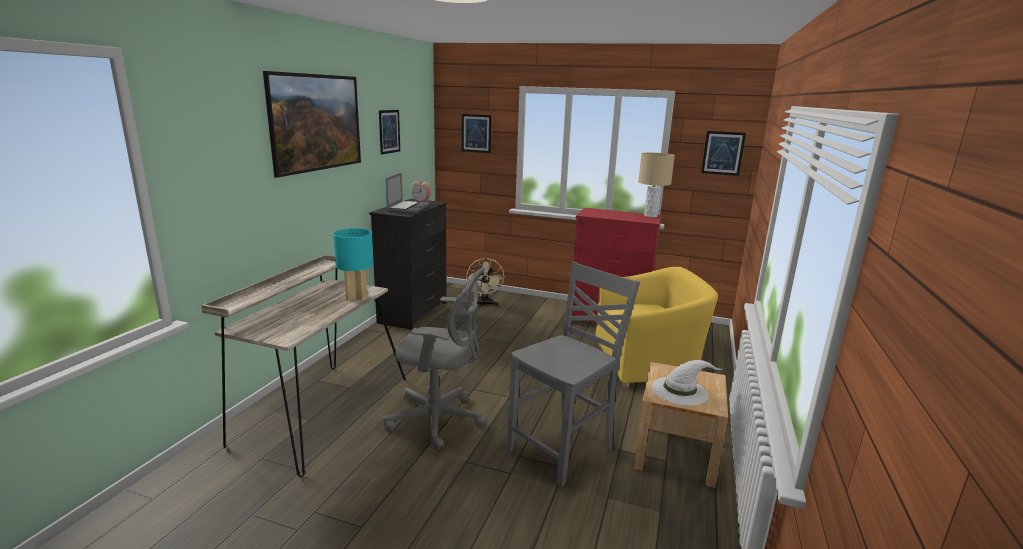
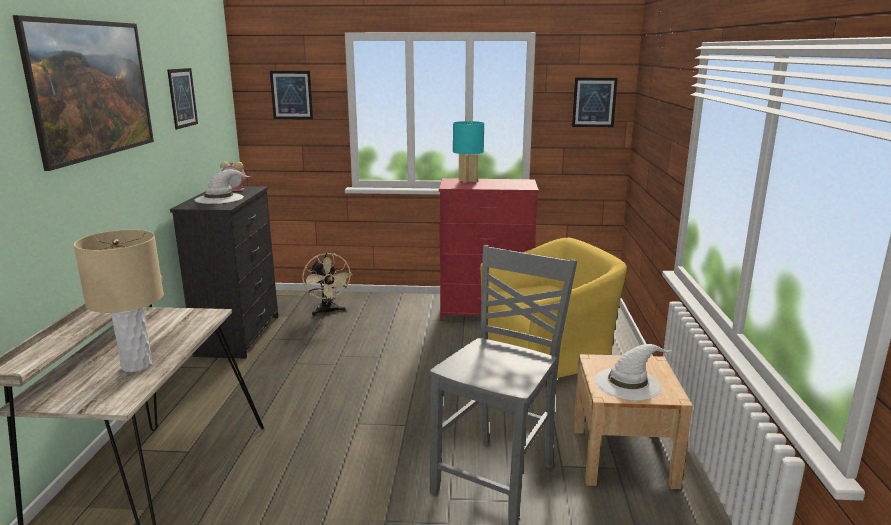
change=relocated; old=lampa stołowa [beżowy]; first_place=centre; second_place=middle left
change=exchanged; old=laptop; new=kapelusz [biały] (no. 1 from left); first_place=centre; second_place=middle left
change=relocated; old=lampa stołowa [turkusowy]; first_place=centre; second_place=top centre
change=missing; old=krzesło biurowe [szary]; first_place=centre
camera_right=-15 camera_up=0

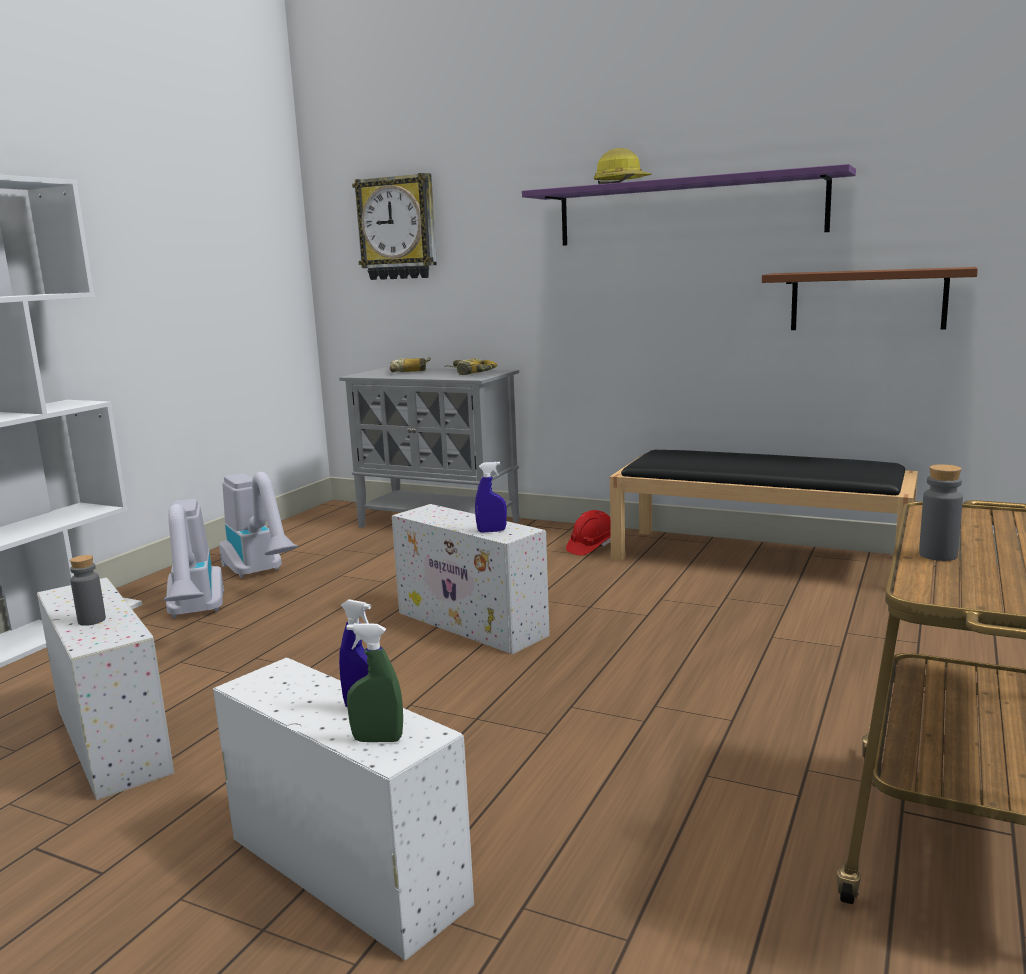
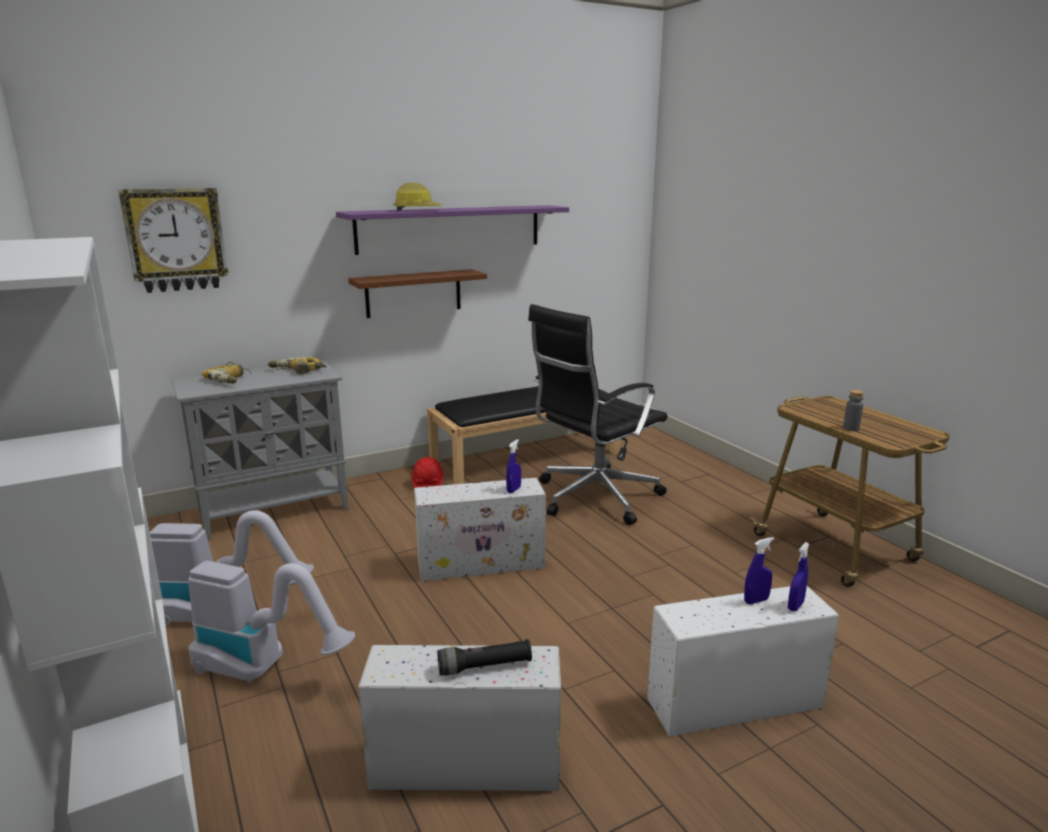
change=relocated; old=półka [brązowy]; first_place=top right; second_place=centre
change=exchanged; old=butelka [szary] (no. 1 from left); new=latarka [czarny]; first_place=middle left; second_place=bottom centre
change=colour; old=spryskiwacz [zielony]; new=spryskiwacz [niebieski] (no. 3 from left); first_place=bottom centre; second_place=bottom right
change=appeared; new=krzesło biurowe [czarny]; second_place=centre
camera_right=-55 camera_up=5

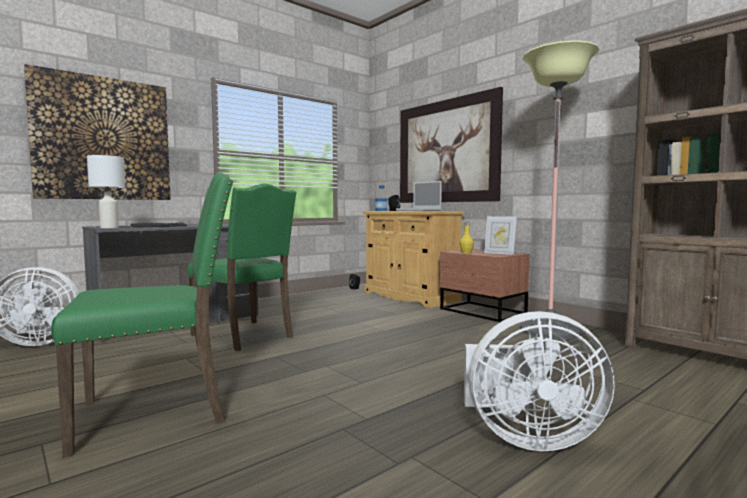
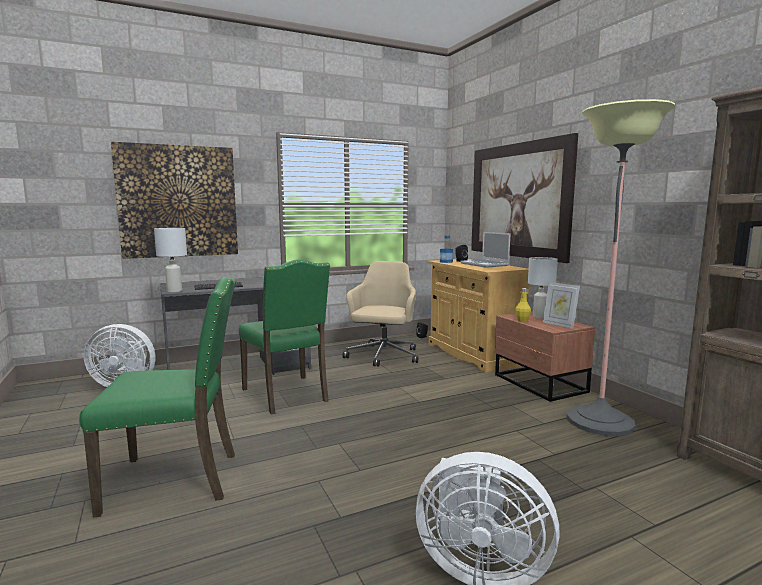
change=appeared; new=lampa stołowa [biały] (no. 2 from left); second_place=middle right
change=appeared; new=krzesło biurowe [beżowy]; second_place=centre
camera_right=15 camera_up=5

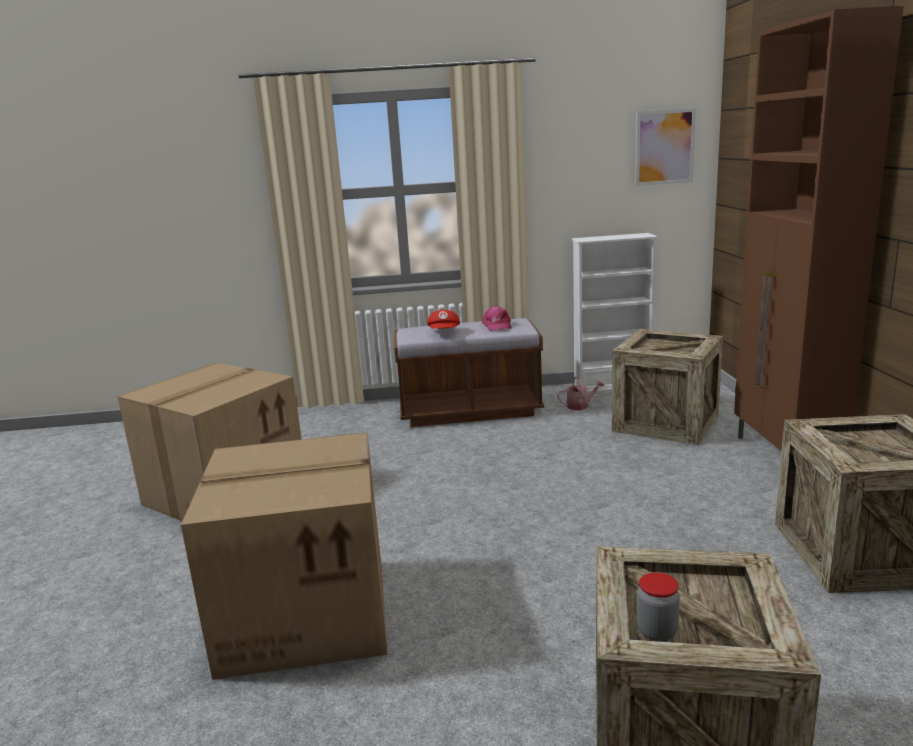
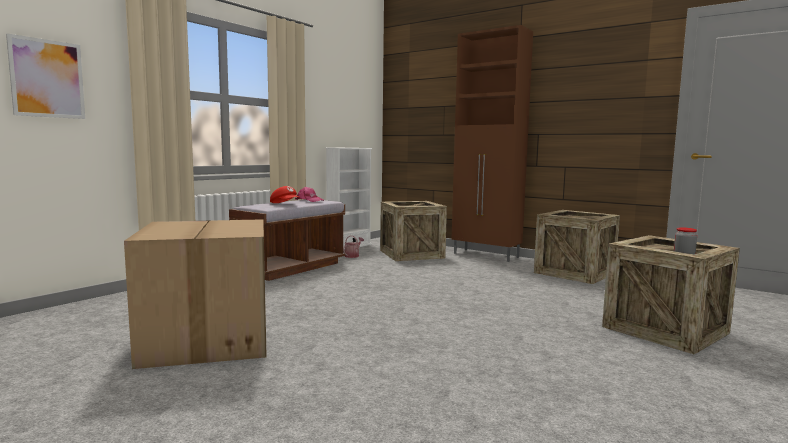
change=relocated; old=obraz; first_place=top right; second_place=top left
change=missing; old=karton (no. 2 from left); first_place=bottom left
camera_right=-50 camera_up=-10

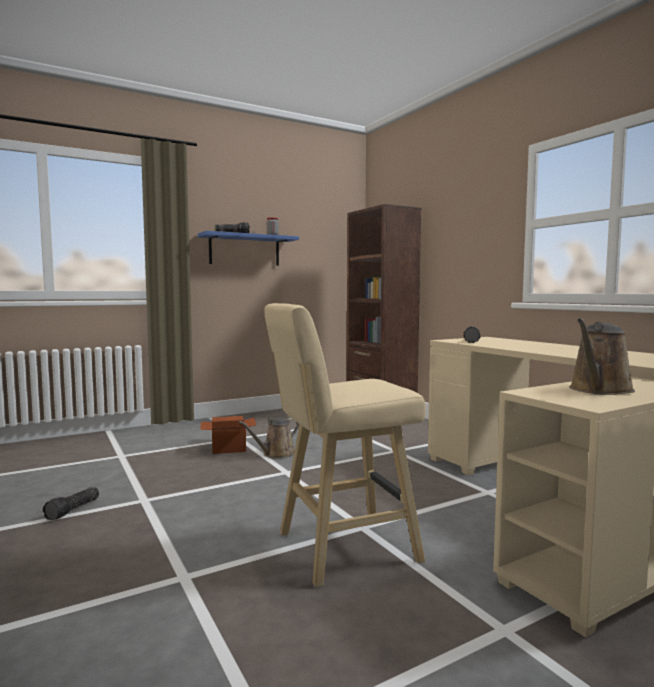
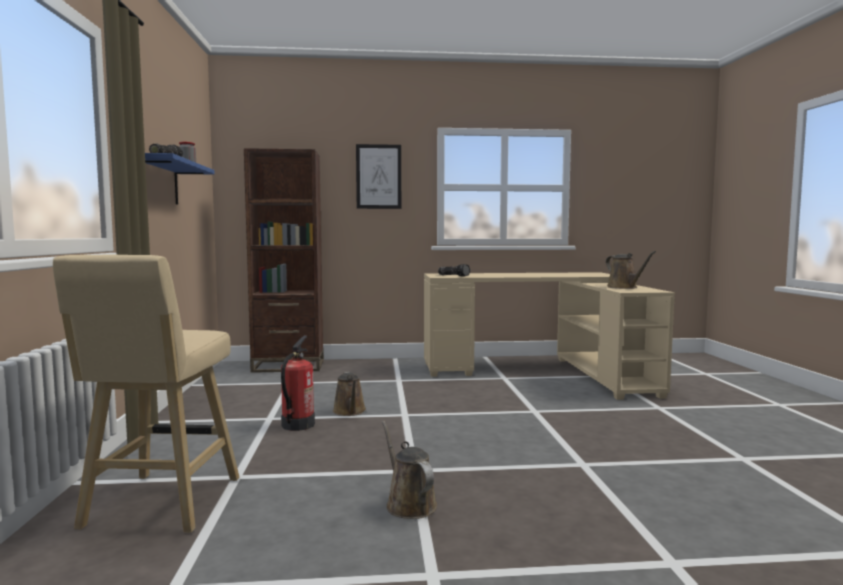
change=relocated; old=stołek [beżowy]; first_place=centre; second_place=bottom left
change=exchanged; old=karton; new=gaśnica; first_place=centre; second_place=centre
change=exchanged; old=latarka (no. 1 from left); new=konewka [brązowy] (no. 2 from left); first_place=bottom left; second_place=bottom centre
change=appeared; new=obraz; second_place=top centre
camera_right=-65 camera_up=0

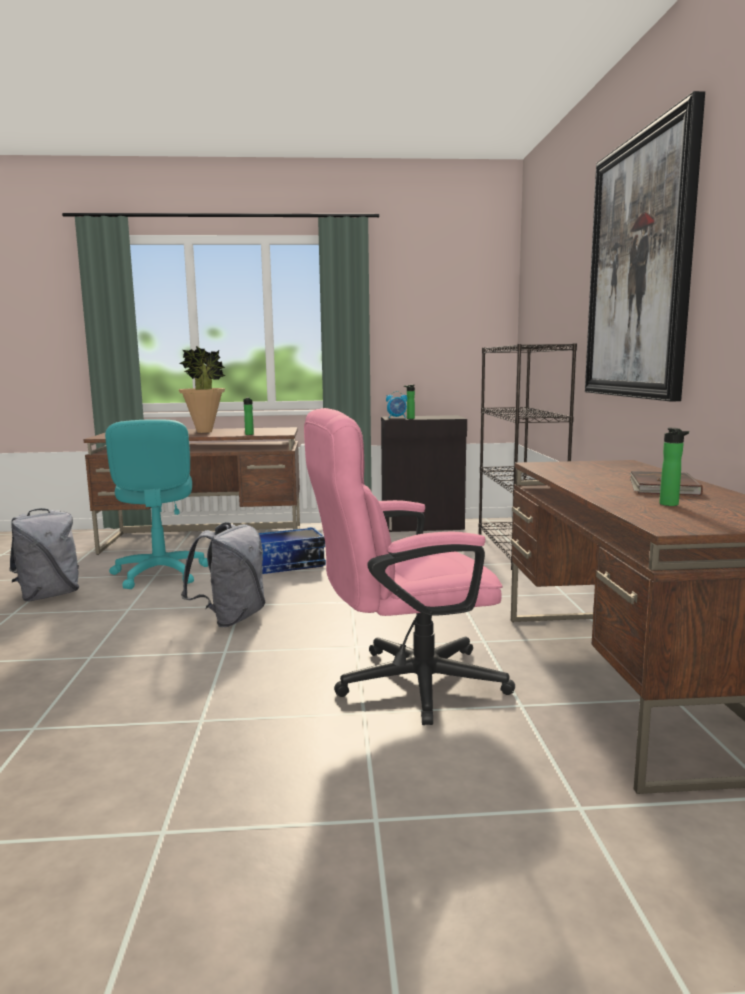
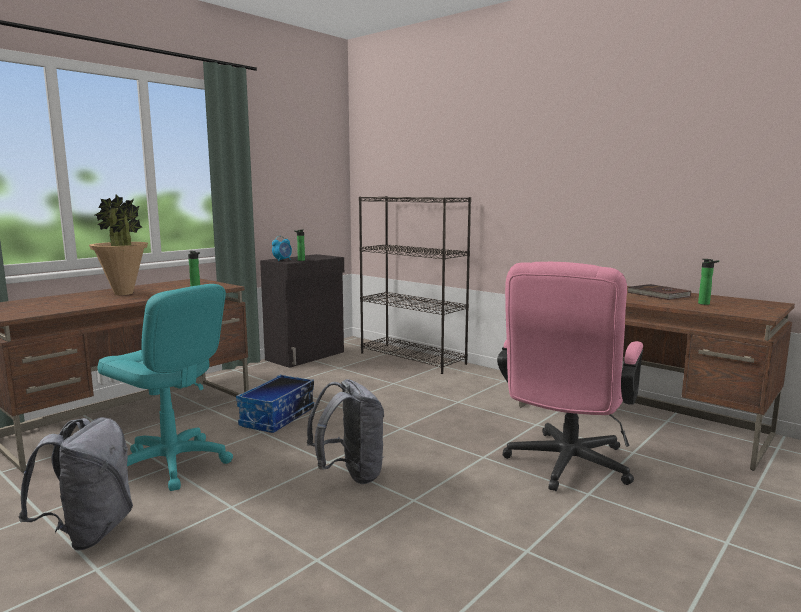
change=missing; old=obraz; first_place=top right
camera_right=-45 camera_up=0

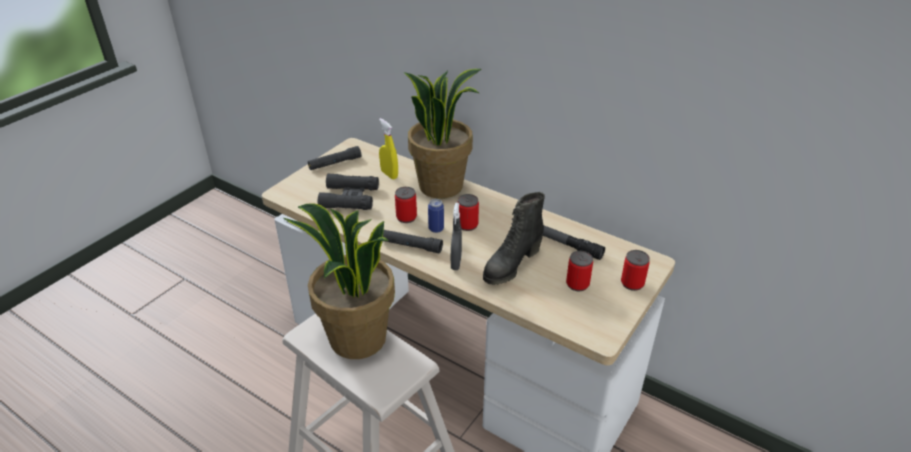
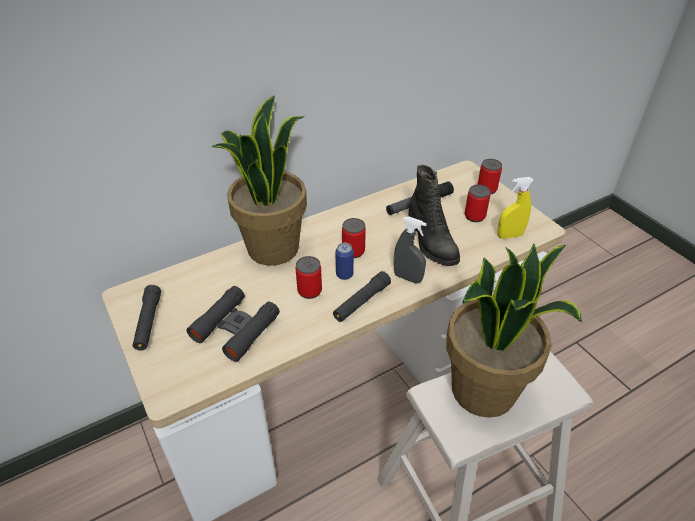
change=relocated; old=spryskiwacz [żółty]; first_place=top centre; second_place=middle right
camera_right=-65 camera_up=5

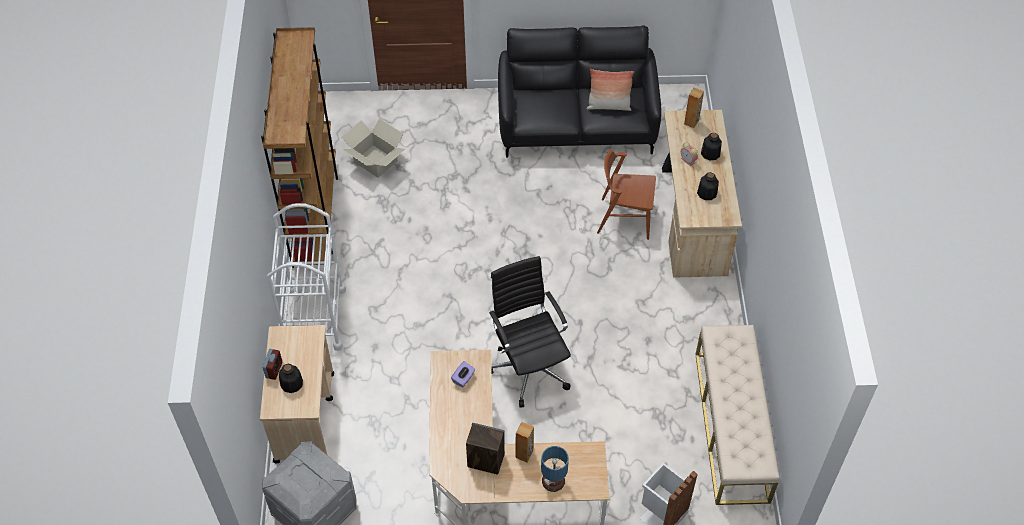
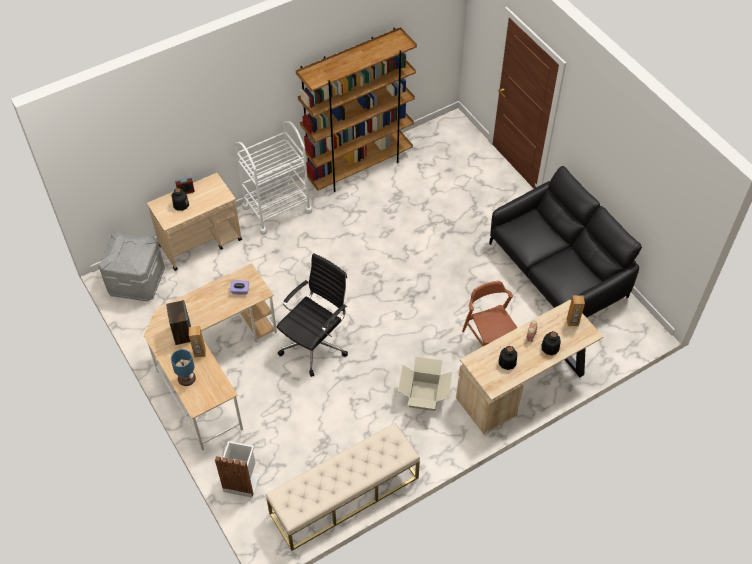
change=missing; old=poduszka; first_place=top centre
change=relocated; old=karton; first_place=top centre; second_place=bottom centre
camera_right=60 camera_up=0

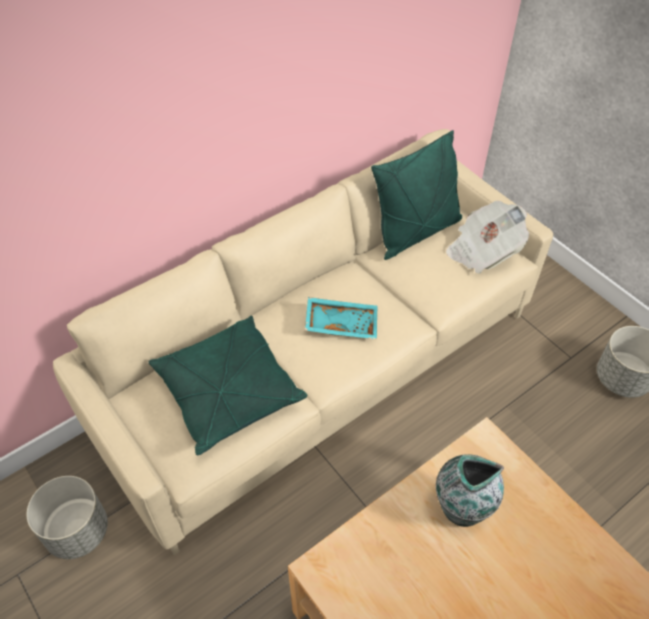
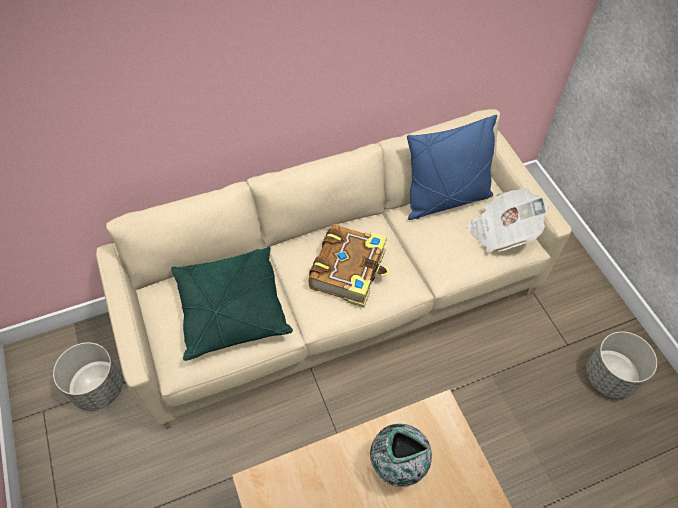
change=colour; old=poduszka [zielony] (no. 2 from left); new=poduszka [niebieski]; first_place=top centre; second_place=top right
change=exchanged; old=taca [turkusowy]; new=książka; first_place=centre; second_place=centre
camera_right=15 camera_up=5

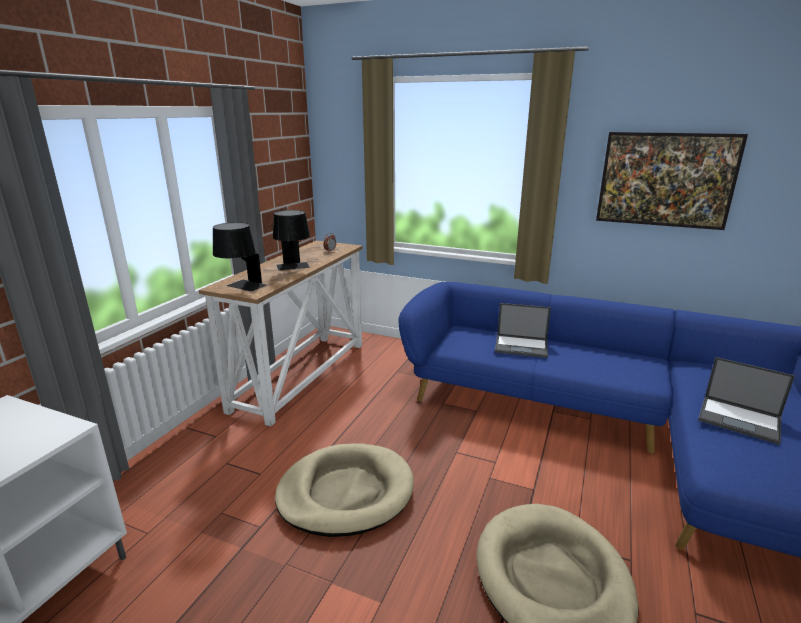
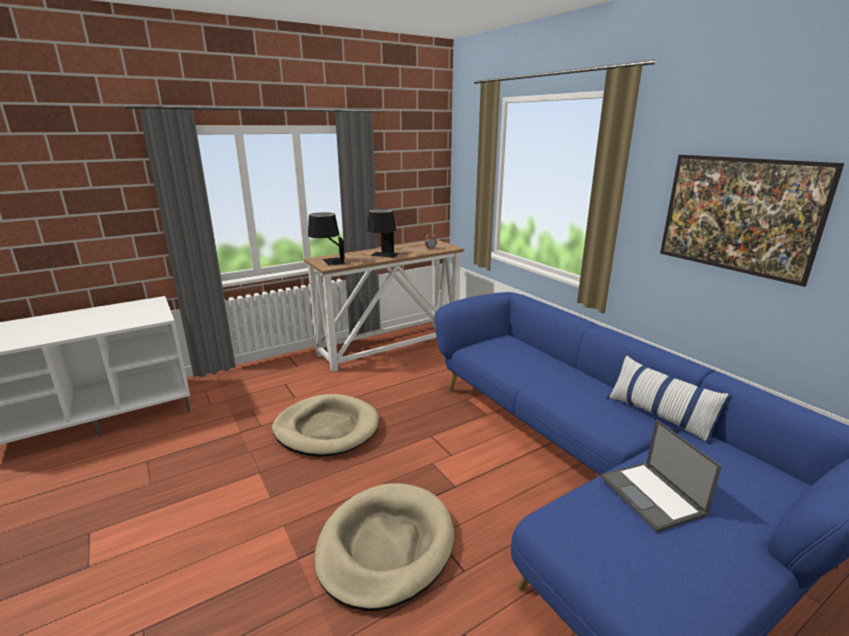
change=missing; old=laptop (no. 1 from left); first_place=centre
change=appeared; new=poduszka; second_place=middle right
camera_right=35 camera_up=0

